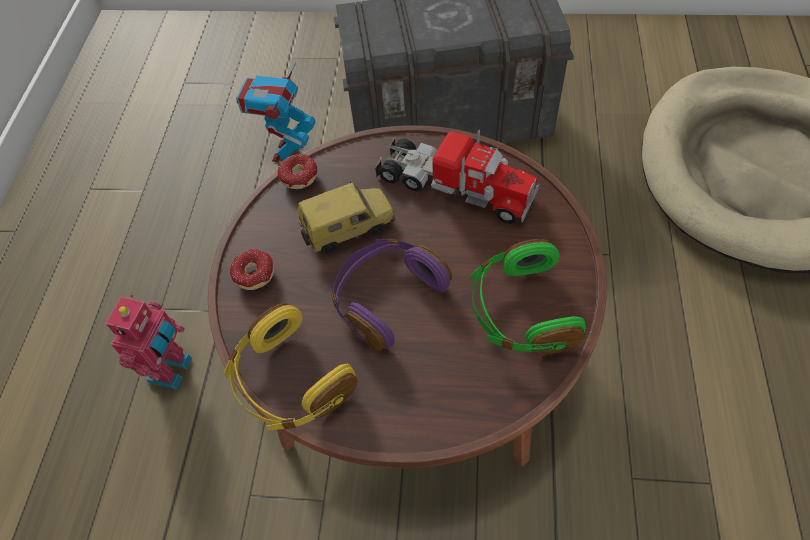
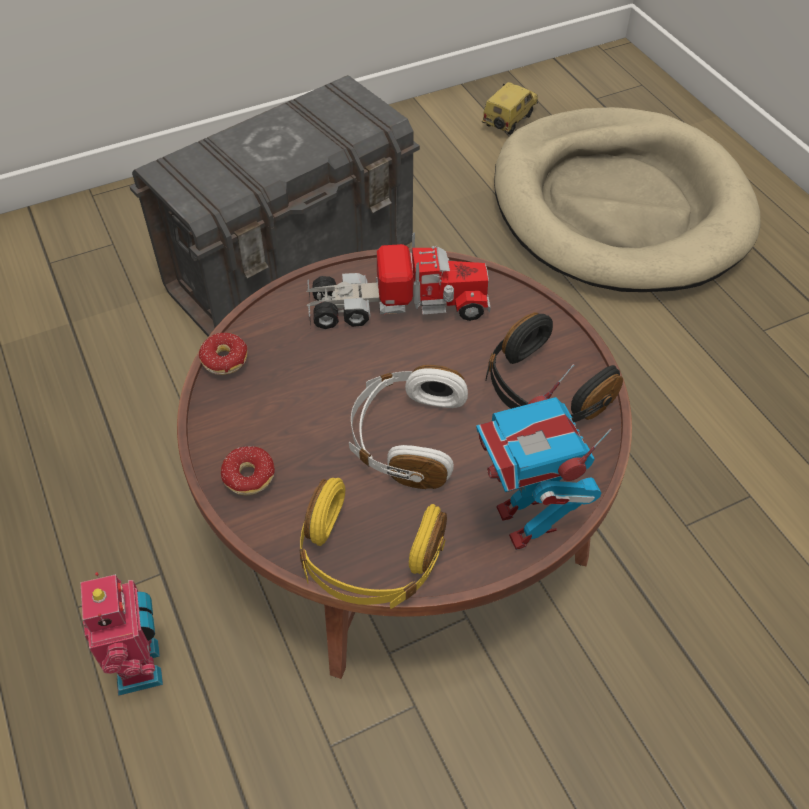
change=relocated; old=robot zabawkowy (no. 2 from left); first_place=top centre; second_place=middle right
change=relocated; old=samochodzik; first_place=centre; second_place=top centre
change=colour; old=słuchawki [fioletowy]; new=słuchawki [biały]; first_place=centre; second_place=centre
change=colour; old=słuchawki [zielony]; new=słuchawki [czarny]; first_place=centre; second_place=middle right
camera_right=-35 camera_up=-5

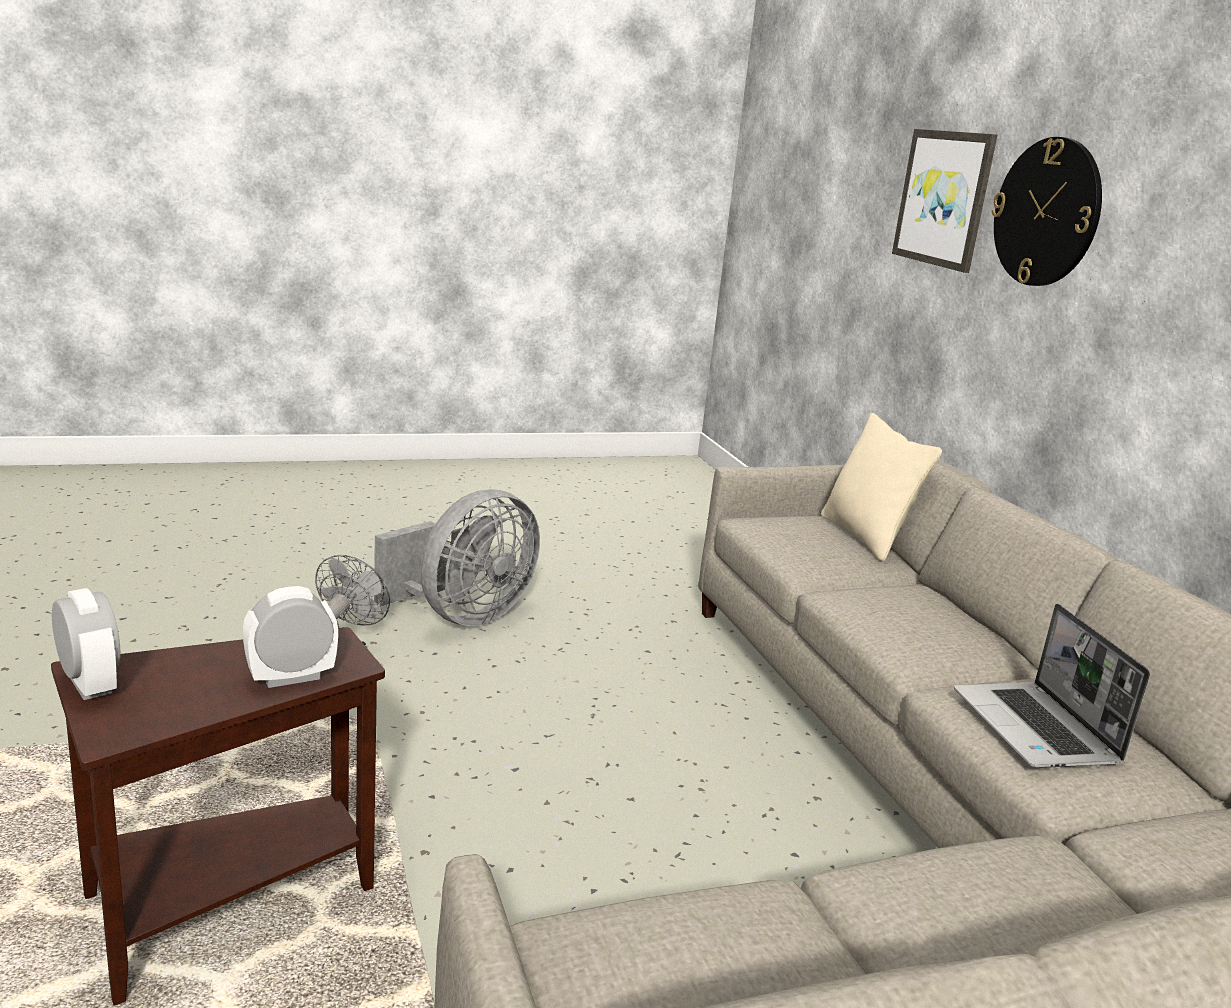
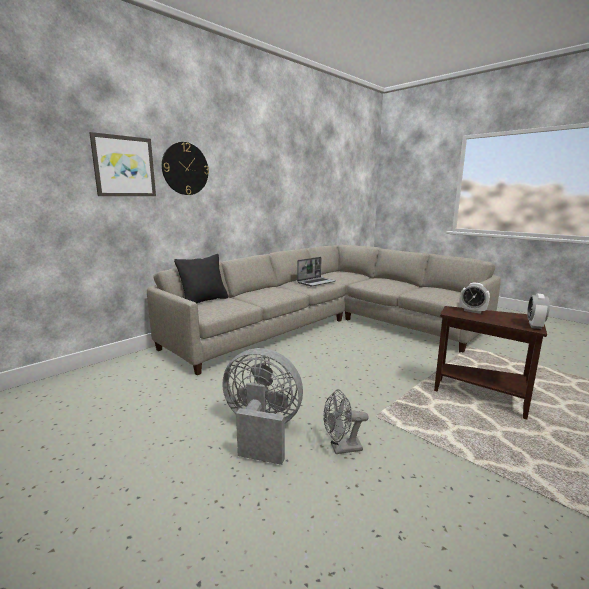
change=colour; old=poduszka [beżowy]; new=poduszka [czarny]; first_place=middle right; second_place=centre
camera_right=-115 camera_up=-5

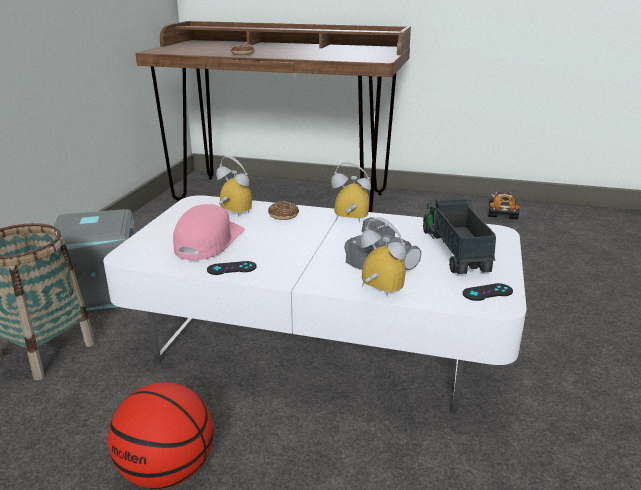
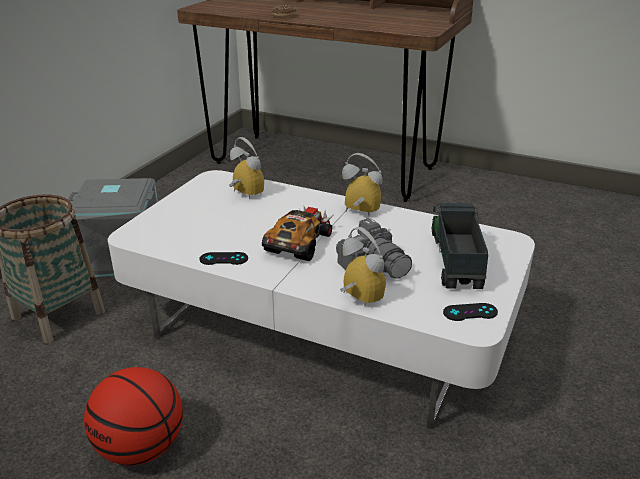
change=relocated; old=samochodzik; first_place=middle right; second_place=centre
change=missing; old=donut (no. 2 from left); first_place=centre
change=missing; old=czapka z daszkiem [różowy]; first_place=middle left
camera_right=10 camera_up=5

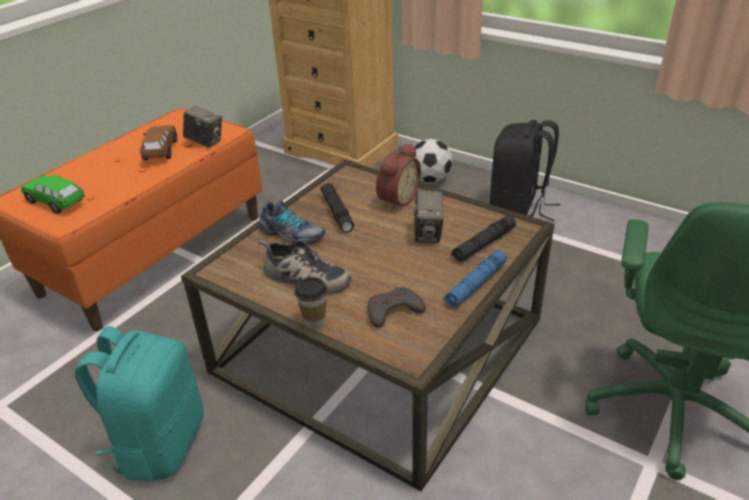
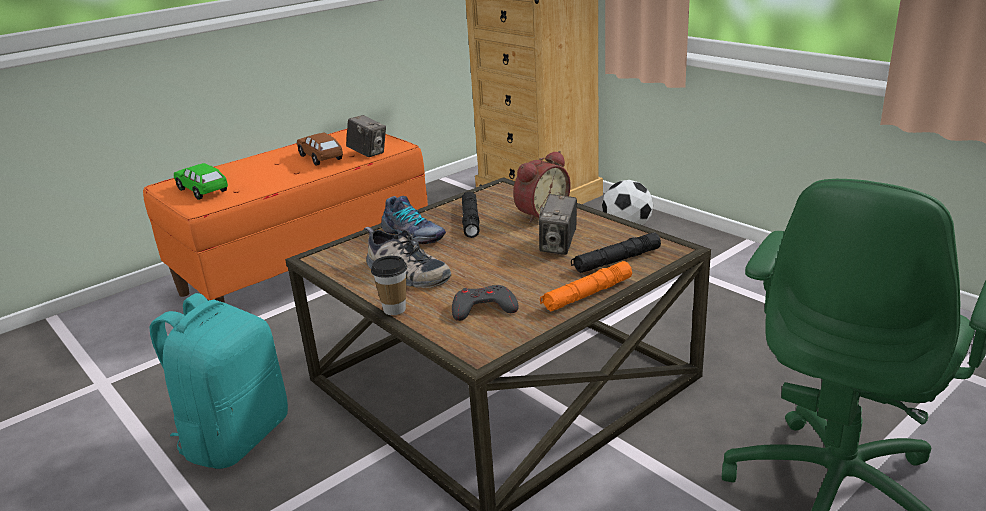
change=missing; old=plecak [czarny]; first_place=middle right
change=spun; old=samochodzik [brązowy]; first_place=top left; second_place=top left; degrees=-45
change=colour; old=latarka [niebieski]; new=latarka [pomarańczowy]; first_place=centre; second_place=centre
camera_right=15 camera_up=-10

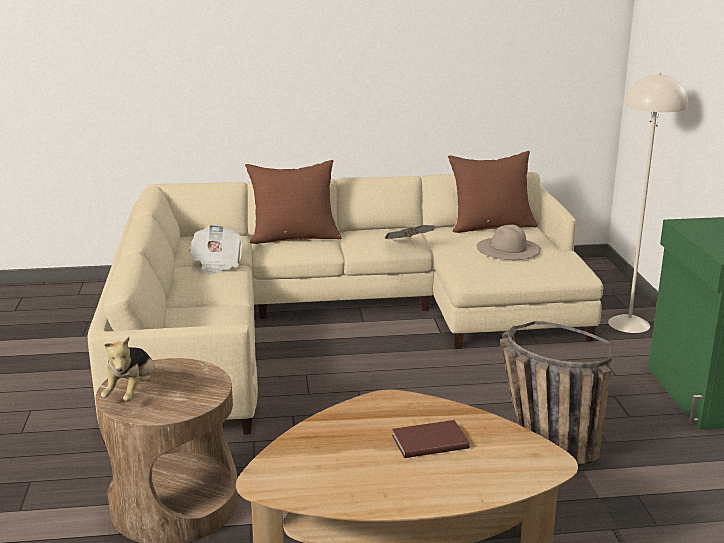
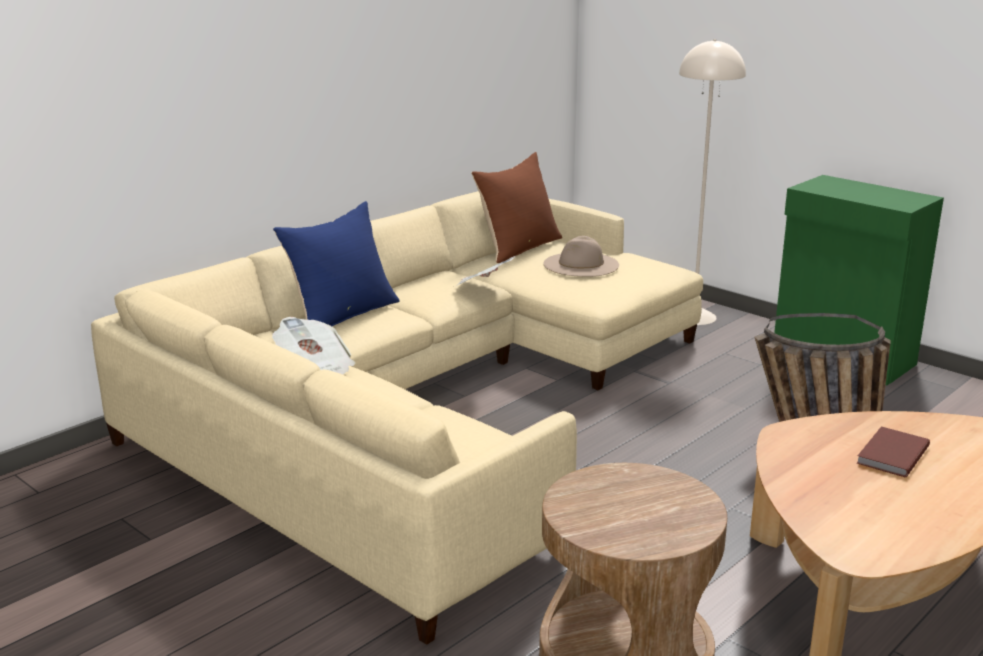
change=colour; old=poduszka [brązowy] (no. 1 from left); new=poduszka [niebieski]; first_place=centre; second_place=centre
change=missing; old=pluszak; first_place=bottom left
camera_right=-40 camera_up=0

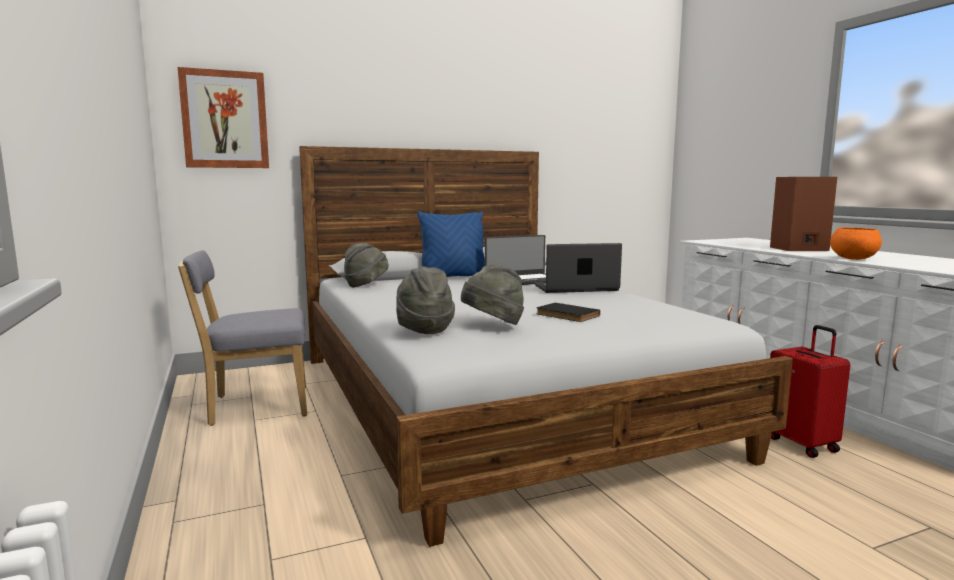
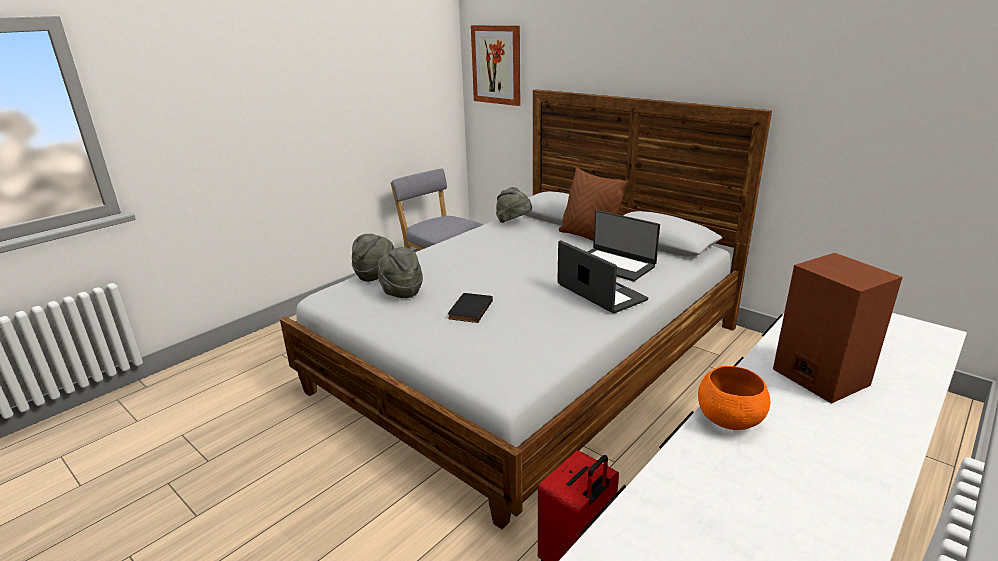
change=colour; old=poduszka [niebieski]; new=poduszka [brązowy]; first_place=centre; second_place=centre
camera_right=65 camera_up=15

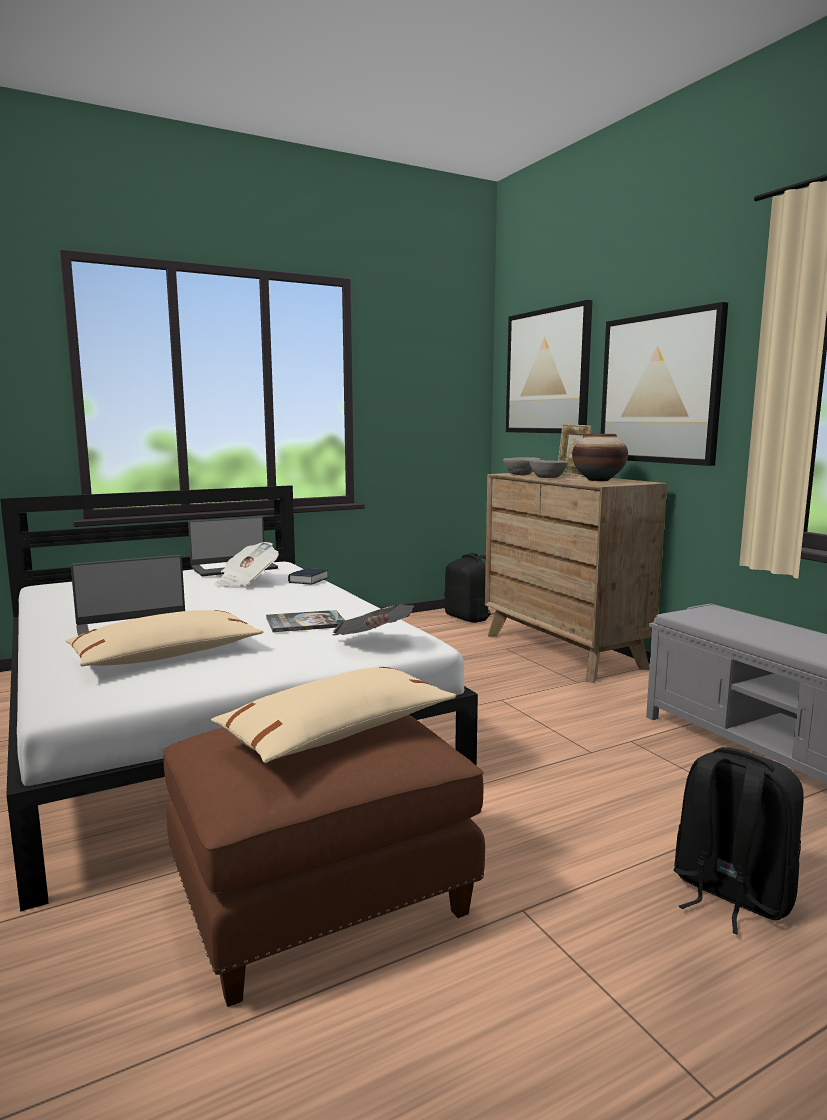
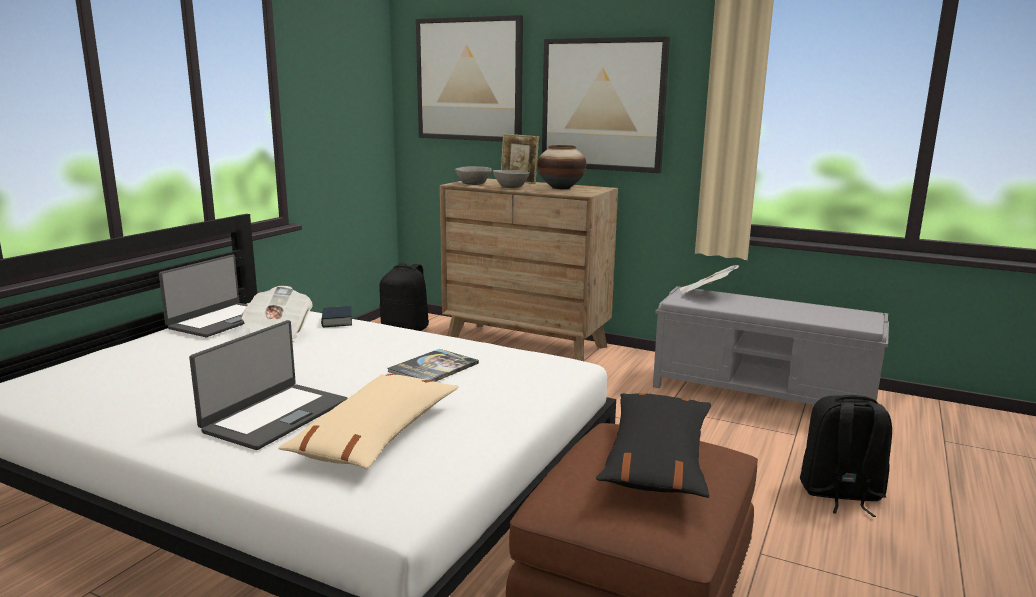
change=relocated; old=gazeta (no. 2 from left); first_place=centre; second_place=middle right
change=colour; old=poduszka [beżowy] (no. 2 from left); new=poduszka [czarny]; first_place=centre; second_place=bottom centre
camera_right=-35 camera_up=5

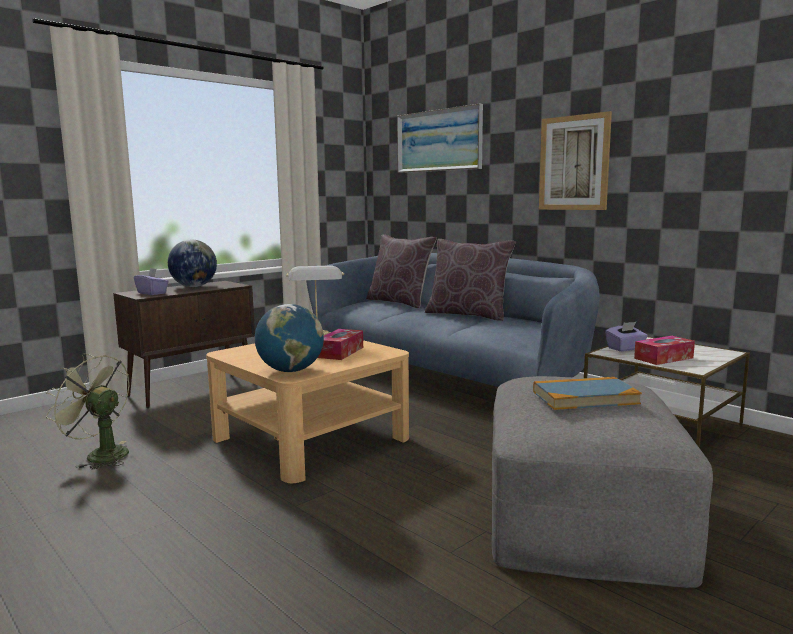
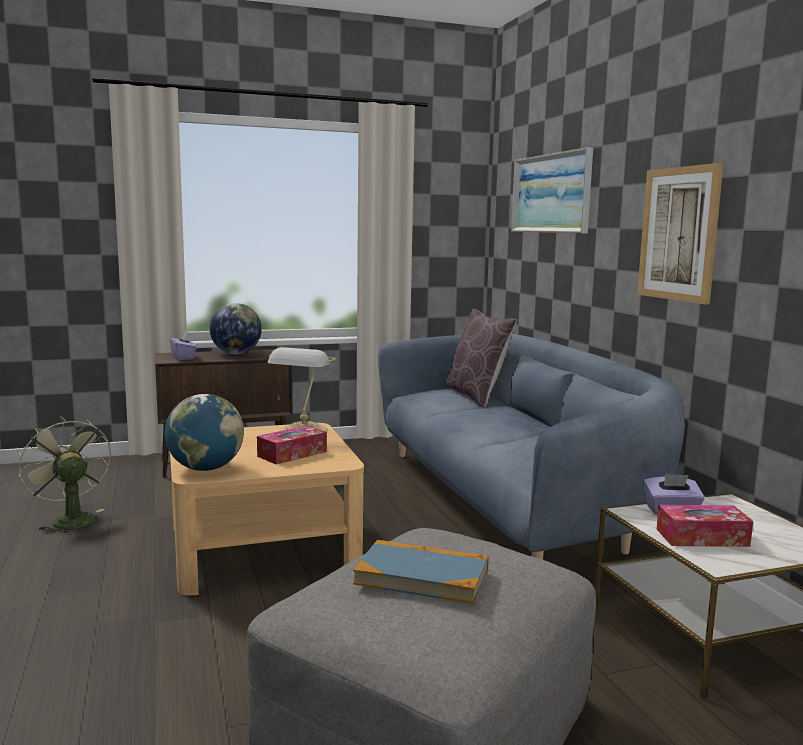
change=missing; old=poduszka [brązowy] (no. 2 from left); first_place=centre
camera_right=25 camera_up=0

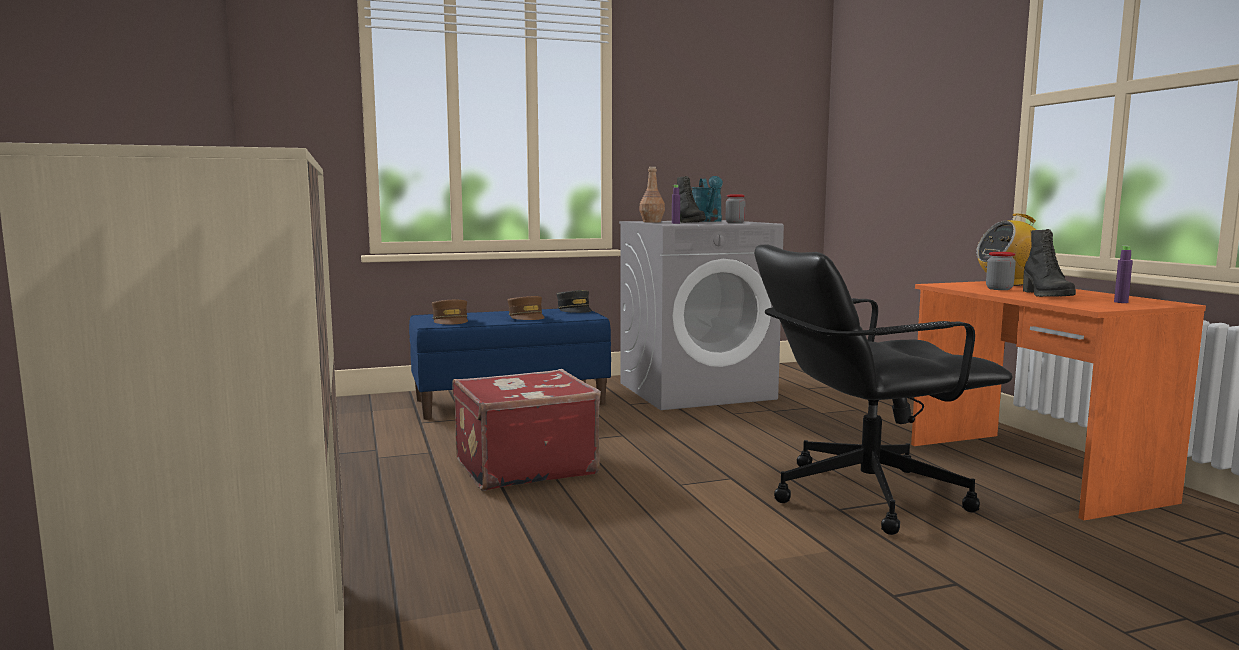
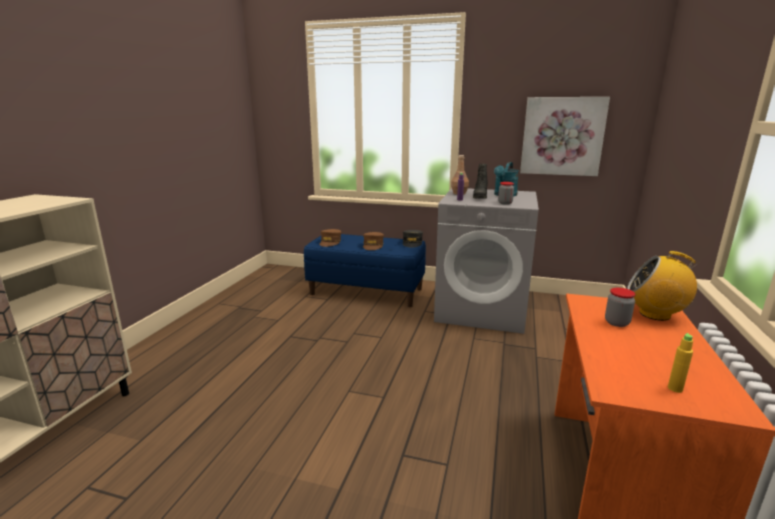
change=missing; old=but z cholewką [czarny] (no. 2 from left); first_place=middle right
change=missing; old=krzesło biurowe [czarny]; first_place=middle right
change=colour; old=butelka [fioletowy] (no. 2 from left); new=butelka [żółty]; first_place=middle right; second_place=bottom right
change=missing; old=walizka [czerwony]; first_place=centre
change=appeared; new=obraz; second_place=top right
camera_right=35 camera_up=10

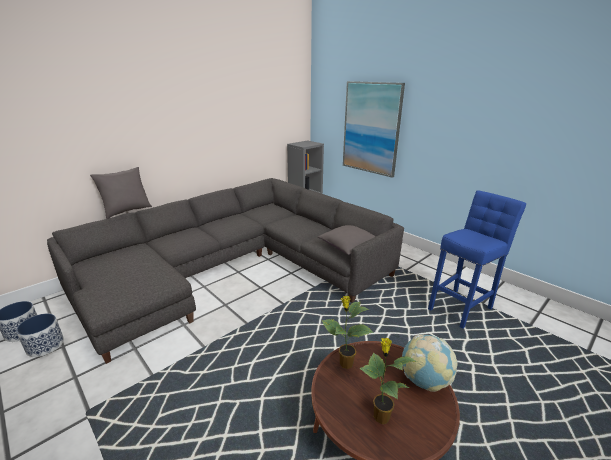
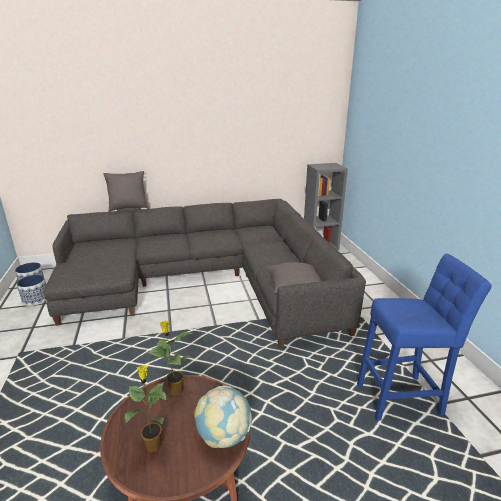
change=missing; old=obraz; first_place=top centre
camera_right=30 camera_up=0

